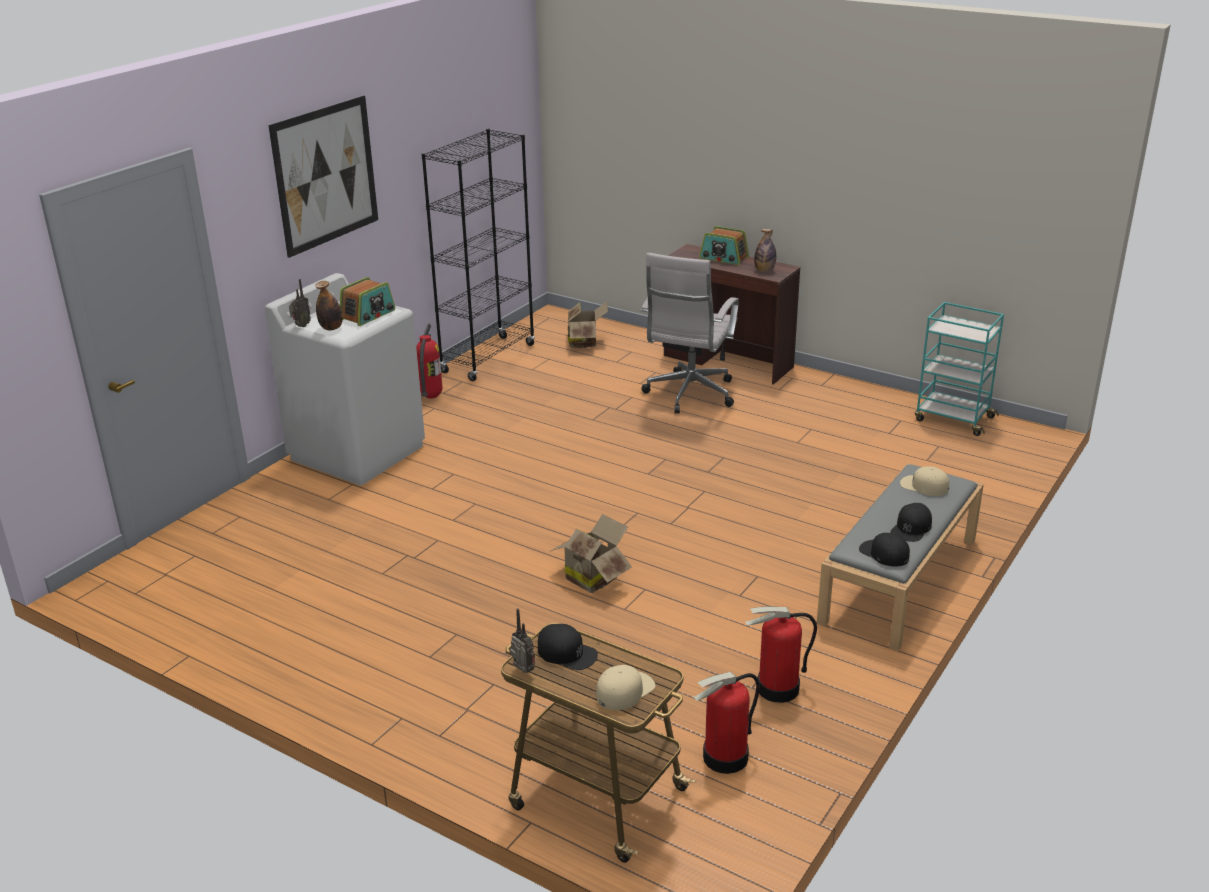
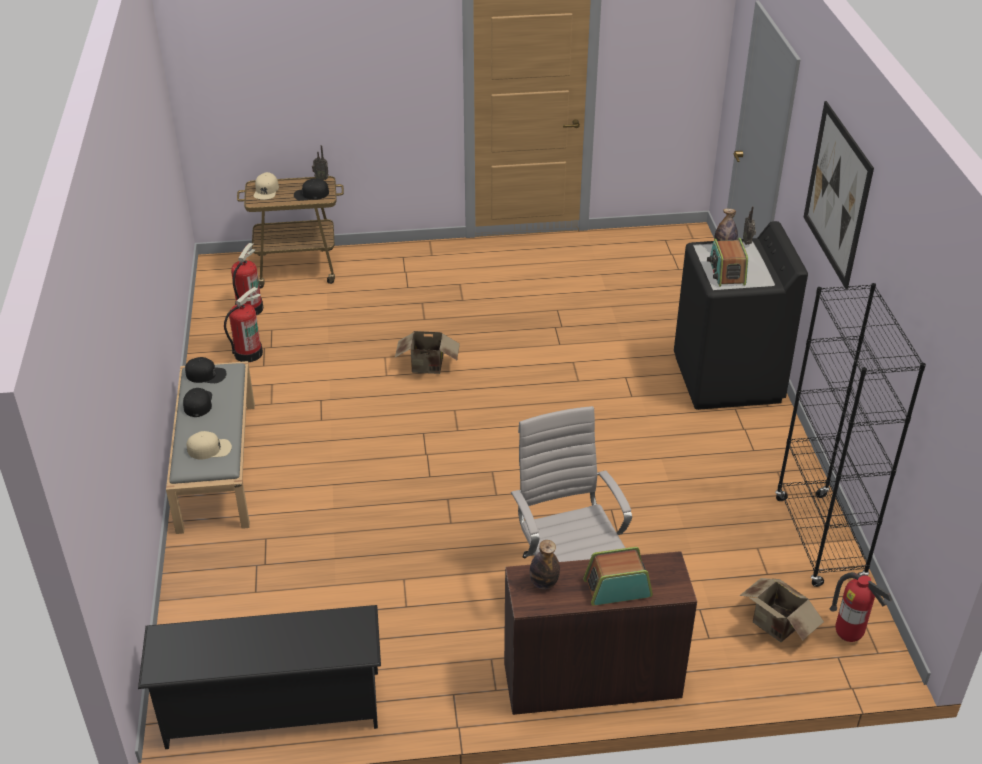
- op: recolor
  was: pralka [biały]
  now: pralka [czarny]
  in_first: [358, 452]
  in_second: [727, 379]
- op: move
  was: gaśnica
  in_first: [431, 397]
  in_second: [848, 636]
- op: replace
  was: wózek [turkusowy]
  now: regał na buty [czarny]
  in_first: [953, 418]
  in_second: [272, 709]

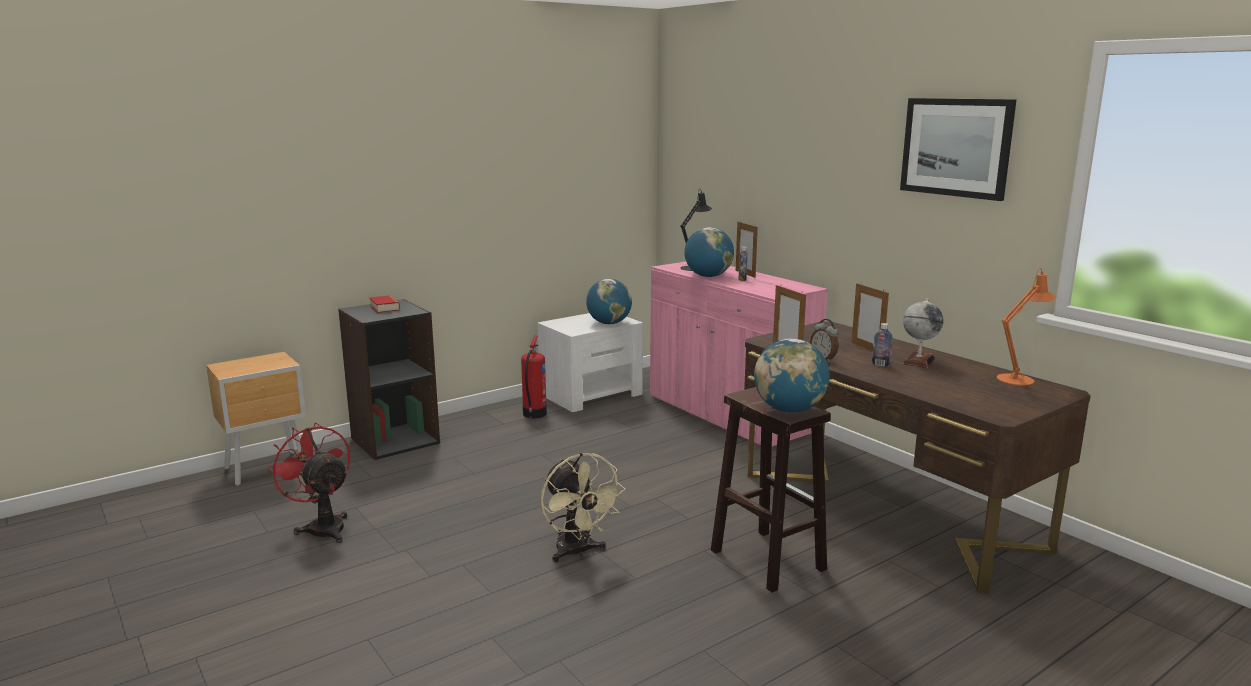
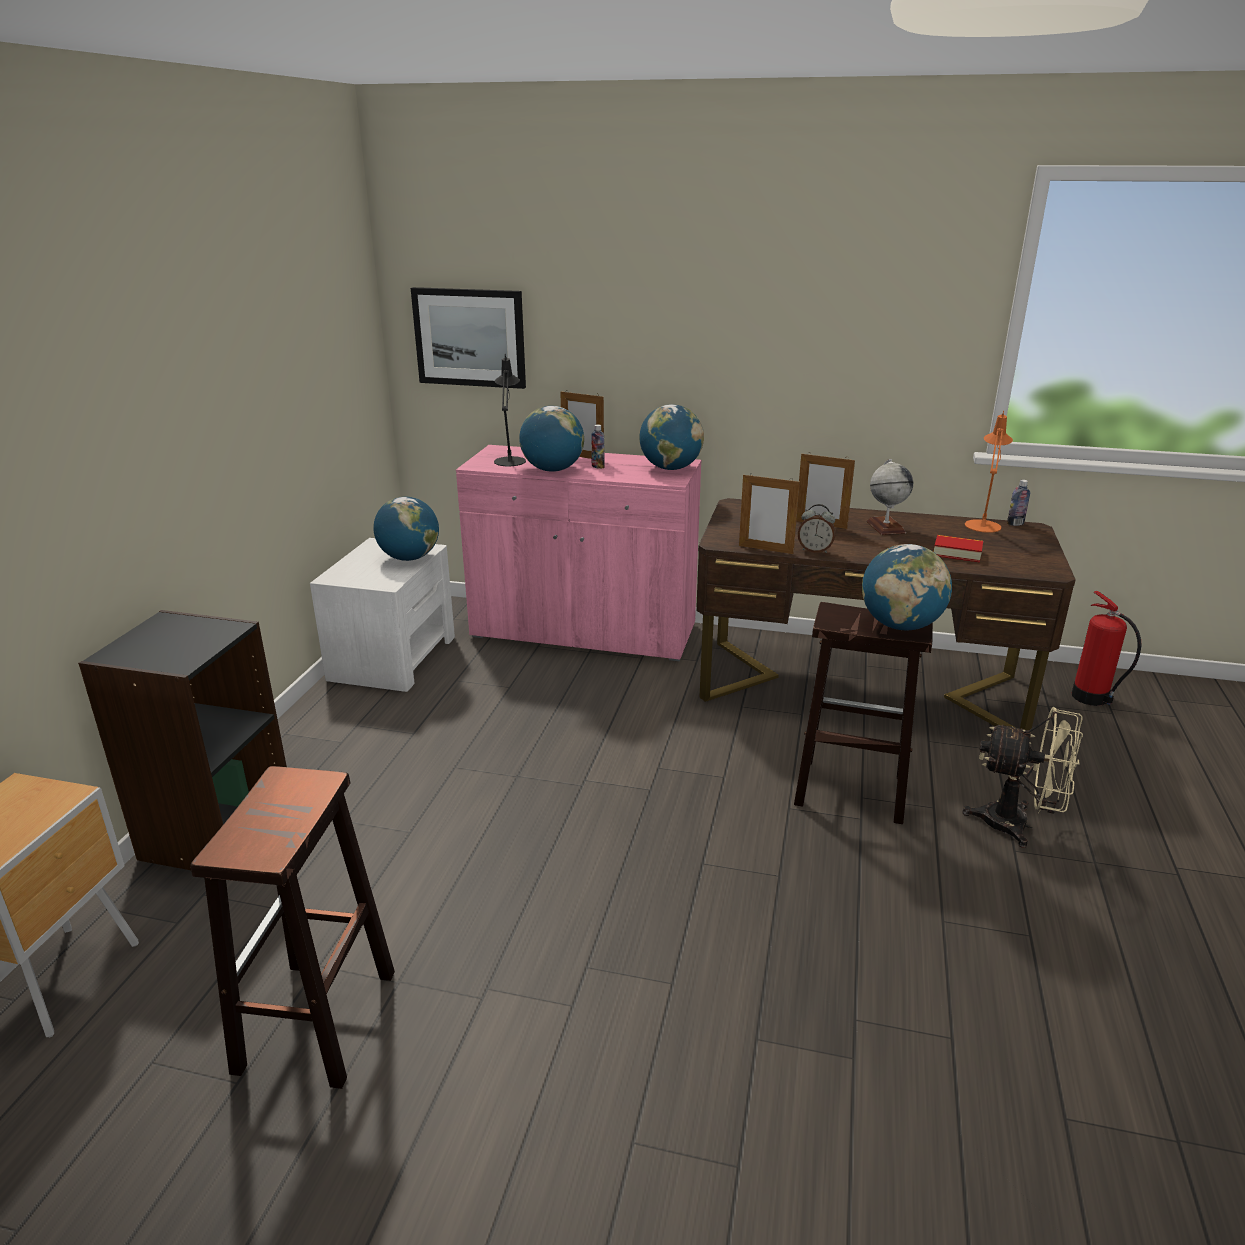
- op: replace
  was: wentylator [czerwony]
  now: stołek [brązowy]
  in_first: [322, 527]
  in_second: [316, 1023]
- op: move
  was: książka
  in_first: [385, 308]
  in_second: [957, 553]
- op: move
  was: gaśnica
  in_first: [533, 414]
  in_second: [1091, 698]
- op: move
  was: wentylator [beżowy]
  in_first: [577, 552]
  in_second: [1017, 825]
- op: move
  was: butelka
  in_first: [880, 365]
  in_second: [1015, 524]
- op: move
  was: obraz
  in_first: [956, 147]
  in_second: [470, 337]
- op: insert
  now: globus
  in_second: [670, 468]

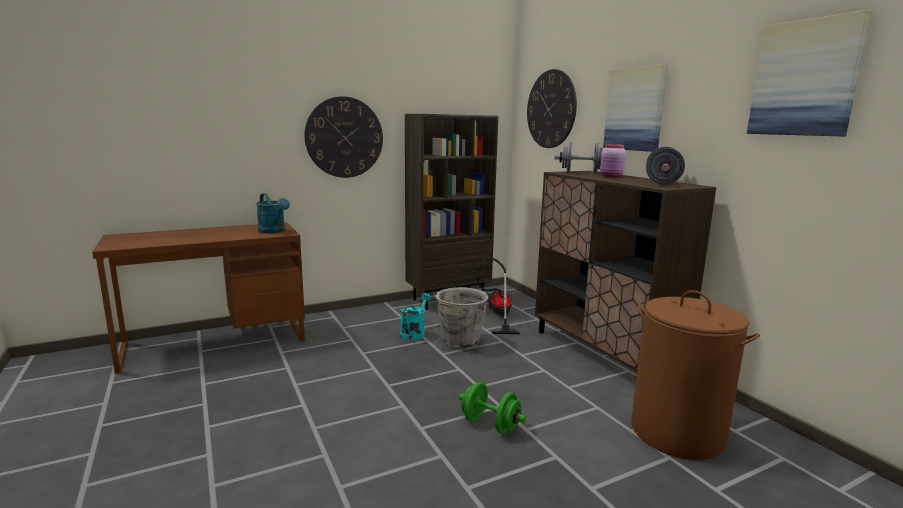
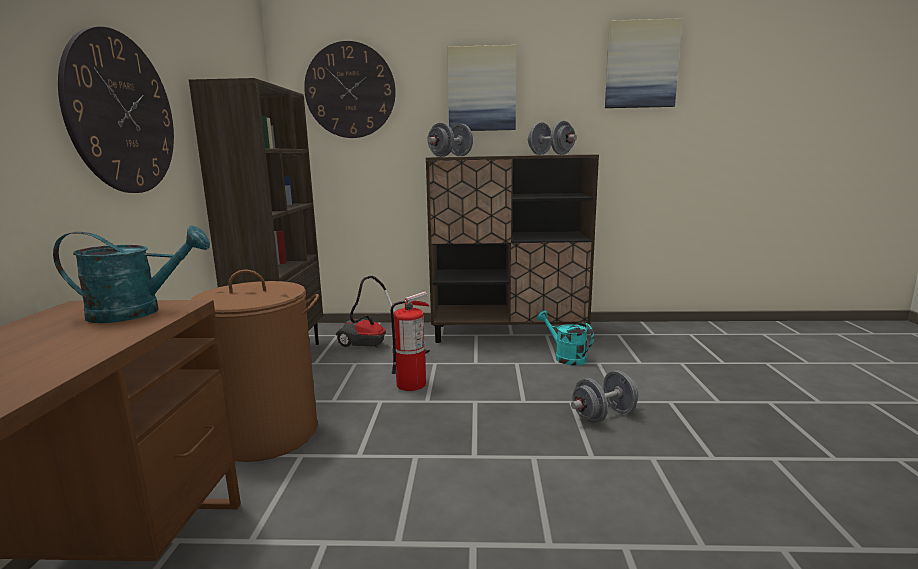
- op: move
  was: konewka [turkusowy]
  in_first: [414, 333]
  in_second: [565, 357]
- op: replace
  was: wiadro [szary]
  now: gaśnica
  in_first: [460, 343]
  in_second: [411, 384]
- op: recolor
  was: hantel [zielony]
  now: hantel [szary]
  in_first: [490, 424]
  in_second: [604, 415]
- op: delete
  was: słoik [różowy]
  in_first: [611, 176]
- op: move
  was: kosz na pranie [brązowy]
  in_first: [677, 433]
  in_second: [267, 433]

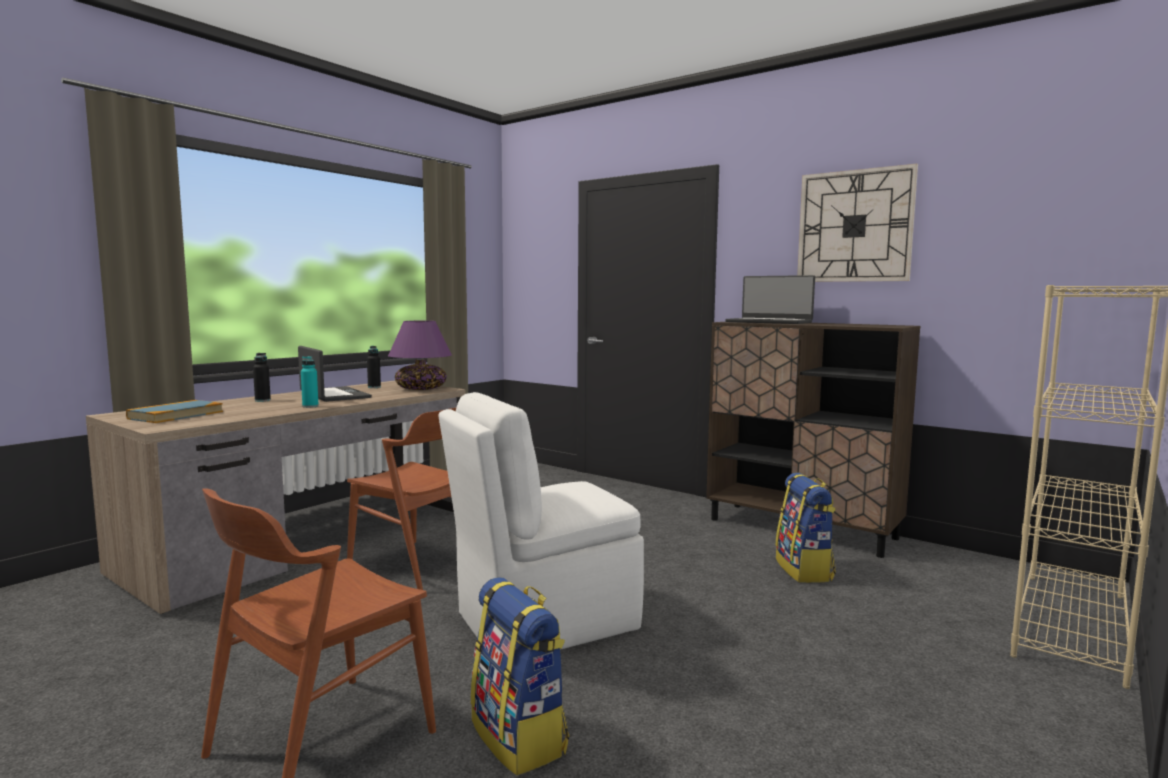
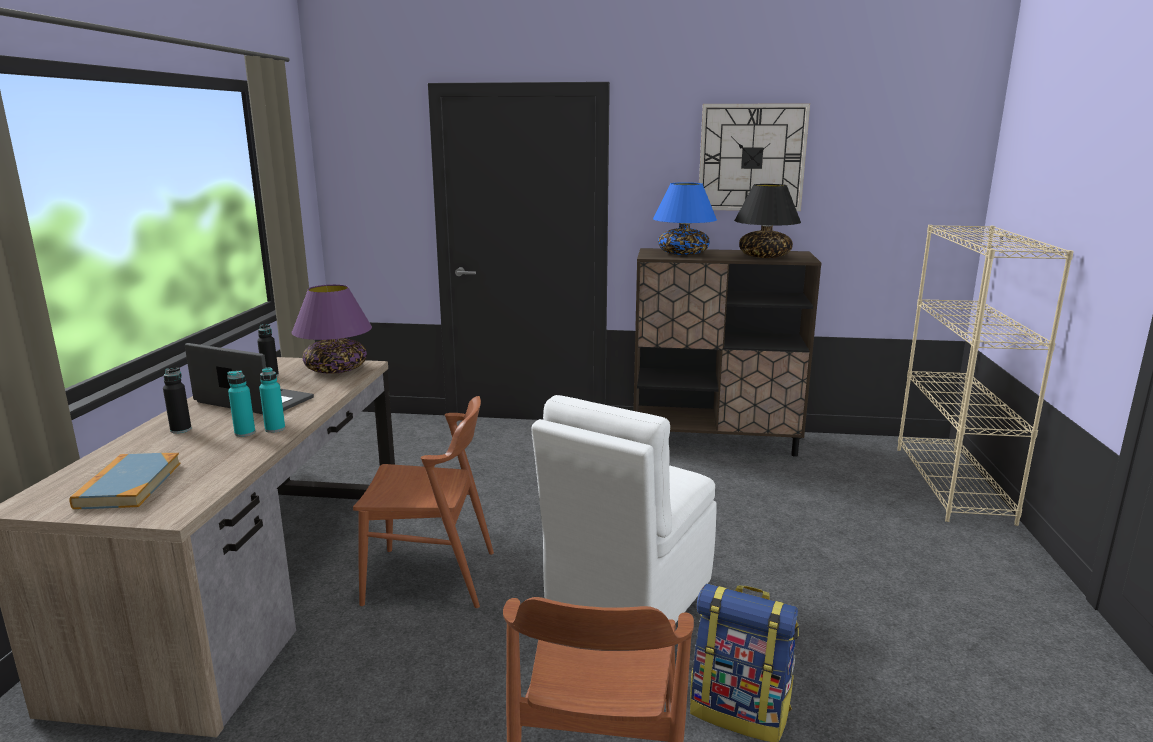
- op: replace
  was: laptop
  now: lampa stołowa [niebieski]
  in_first: [769, 322]
  in_second: [683, 253]
- op: delete
  was: plecak
  in_first: [805, 570]
- op: insert
  now: butelka [turkusowy]
  in_second: [245, 433]
- op: insert
  now: lampa stołowa [czarny]
  in_second: [765, 256]

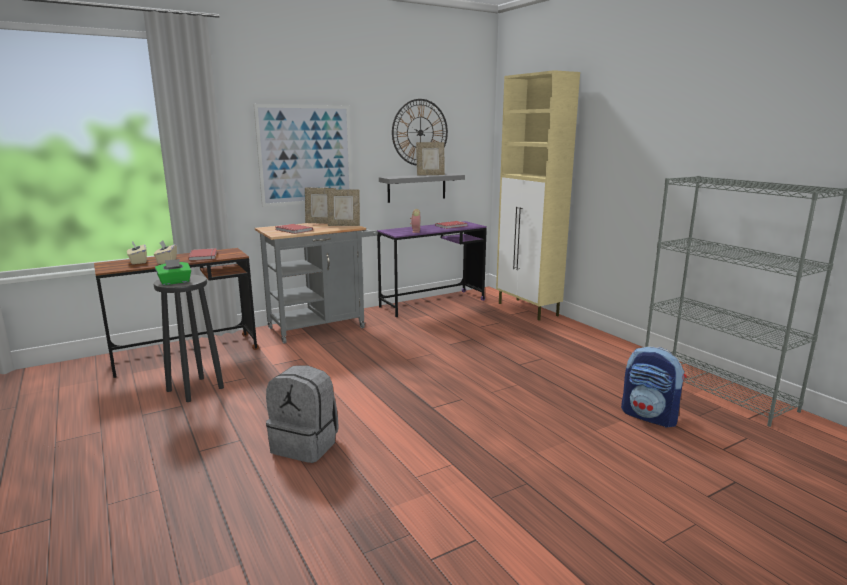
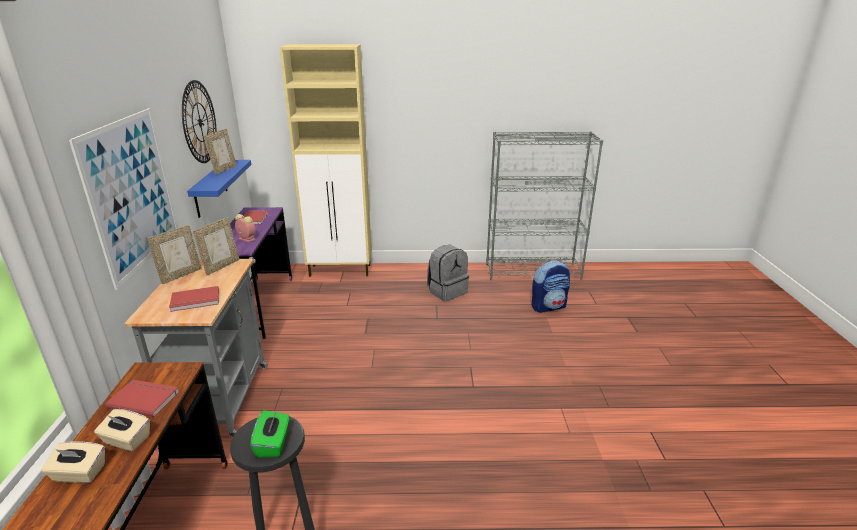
- op: move
  was: plecak [szary]
  in_first: [306, 445]
  in_second: [447, 291]
- op: recolor
  was: półka [szary]
  now: półka [niebieski]
  in_first: [416, 187]
  in_second: [210, 188]

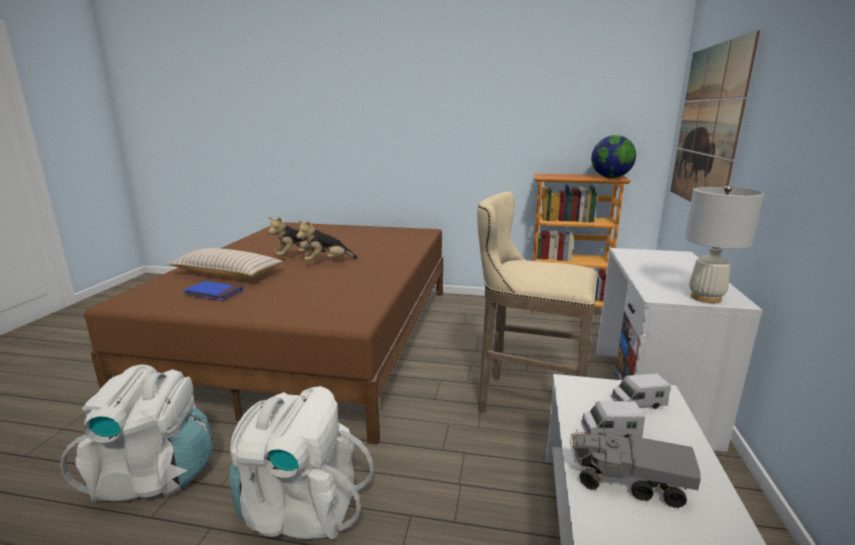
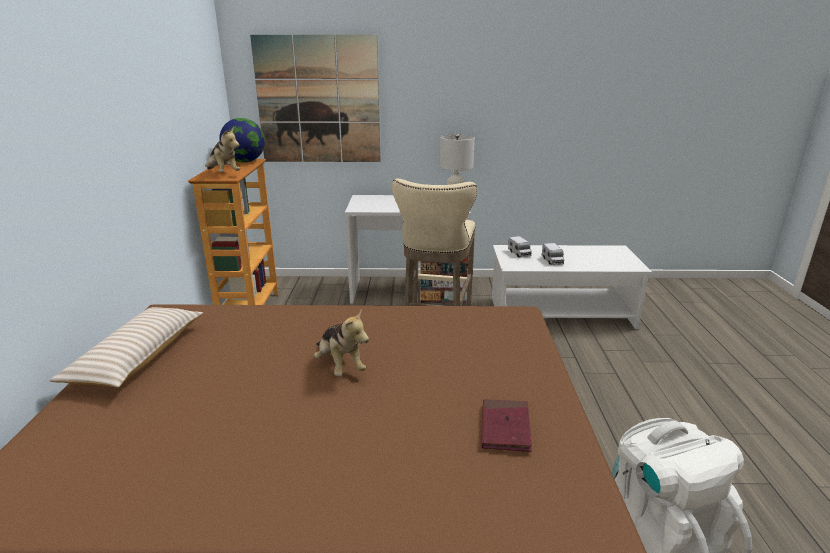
- op: move
  was: poduszka [beżowy]
  in_first: [227, 274]
  in_second: [138, 357]
- op: recolor
  was: książka [niebieski]
  now: książka [czerwony]
  in_first: [213, 293]
  in_second: [505, 428]
- op: delete
  was: plecak [biały]
  in_first: [300, 509]
- op: move
  was: pluszak
  in_first: [297, 257]
  in_second: [223, 174]
- op: delete
  was: ciężarówka zabawkowa
  in_first: [629, 482]

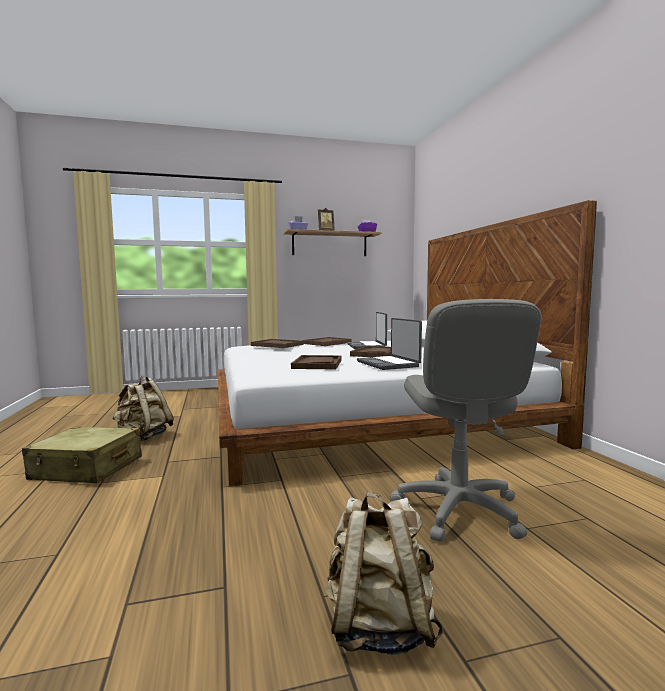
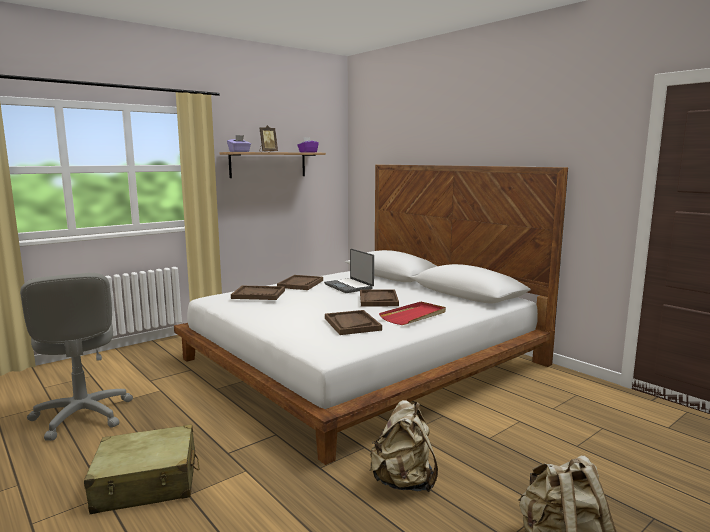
- op: move
  was: plecak [beżowy]
  in_first: [143, 437]
  in_second: [403, 482]
- op: replace
  was: laptop
  now: taca [czerwony]
  in_first: [389, 364]
  in_second: [414, 316]
- op: move
  was: krzesło biurowe [szary]
  in_first: [458, 510]
  in_second: [82, 416]

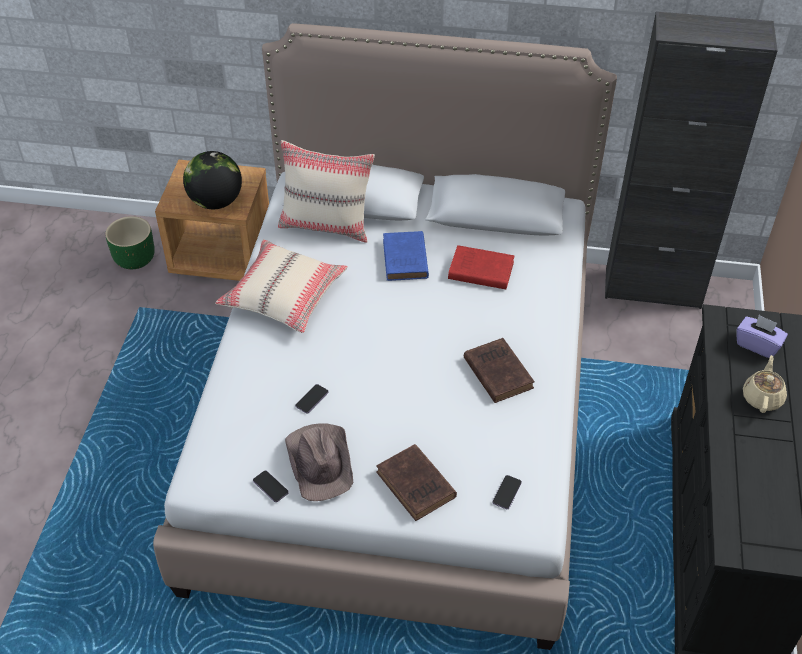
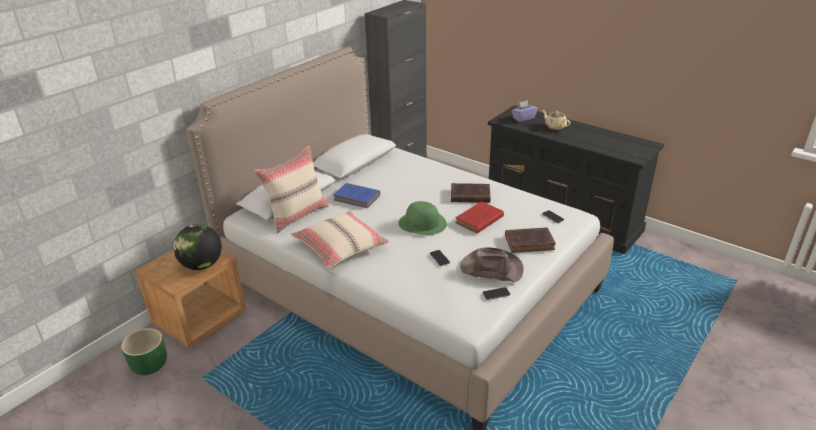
- op: move
  was: książka [czerwony]
  in_first: [479, 270]
  in_second: [478, 220]
- op: insert
  now: kapelusz [zielony]
  in_second: [422, 223]

